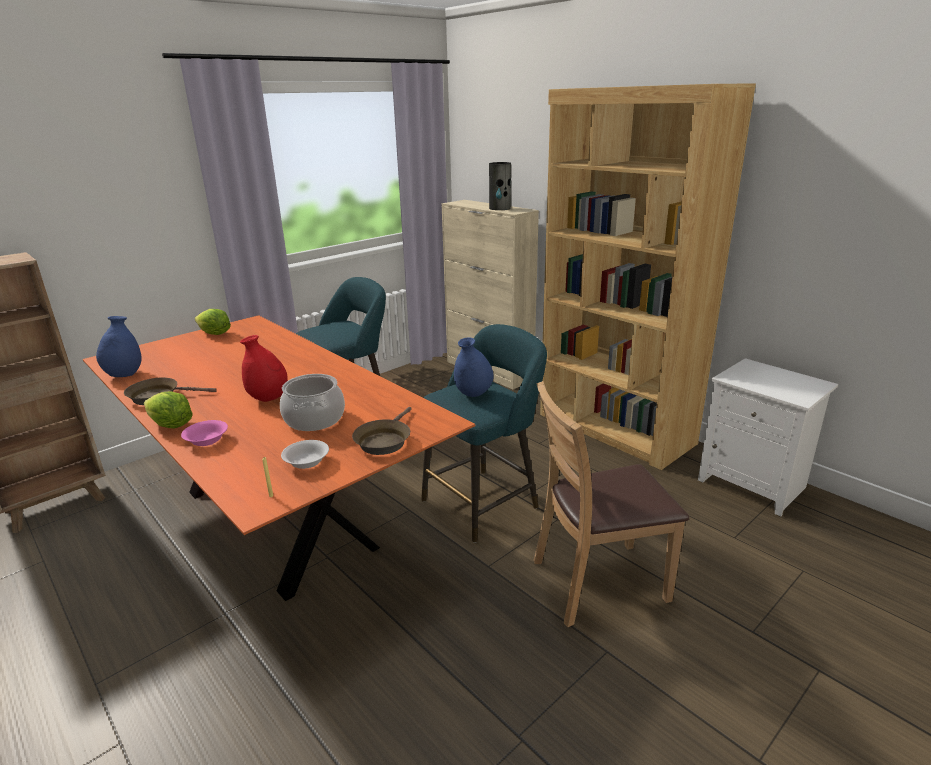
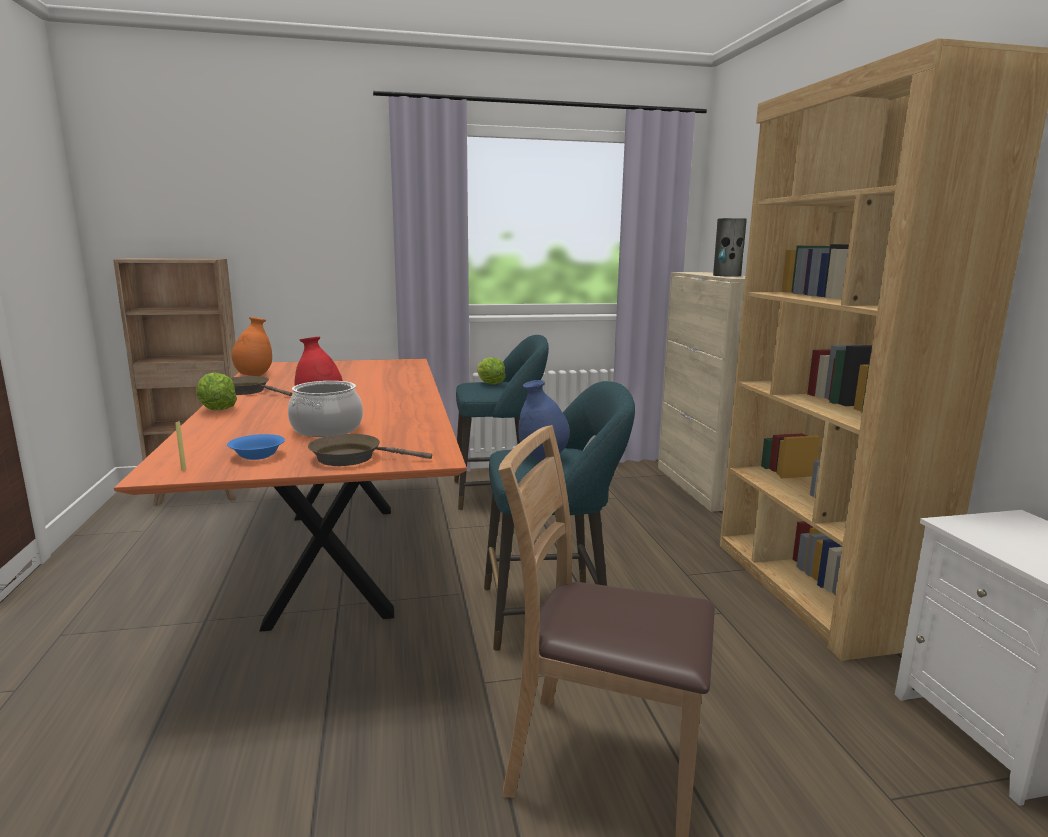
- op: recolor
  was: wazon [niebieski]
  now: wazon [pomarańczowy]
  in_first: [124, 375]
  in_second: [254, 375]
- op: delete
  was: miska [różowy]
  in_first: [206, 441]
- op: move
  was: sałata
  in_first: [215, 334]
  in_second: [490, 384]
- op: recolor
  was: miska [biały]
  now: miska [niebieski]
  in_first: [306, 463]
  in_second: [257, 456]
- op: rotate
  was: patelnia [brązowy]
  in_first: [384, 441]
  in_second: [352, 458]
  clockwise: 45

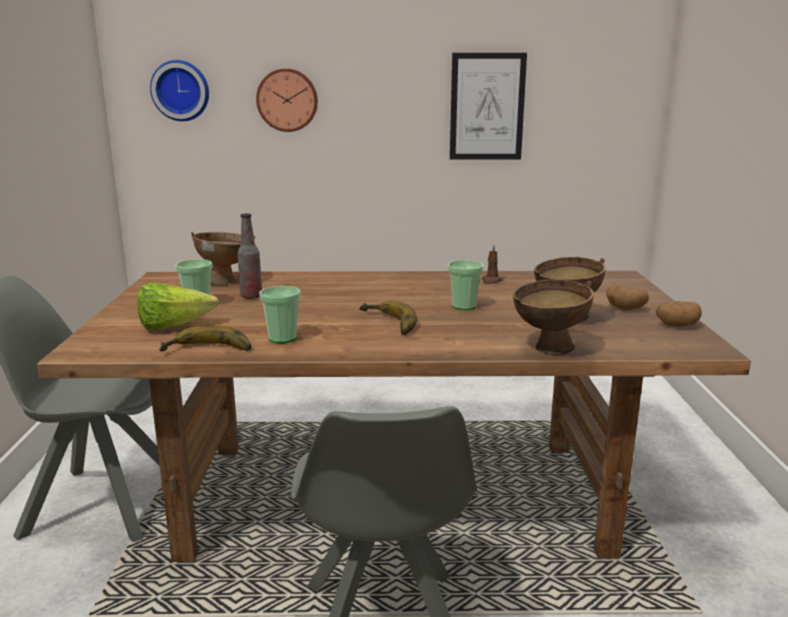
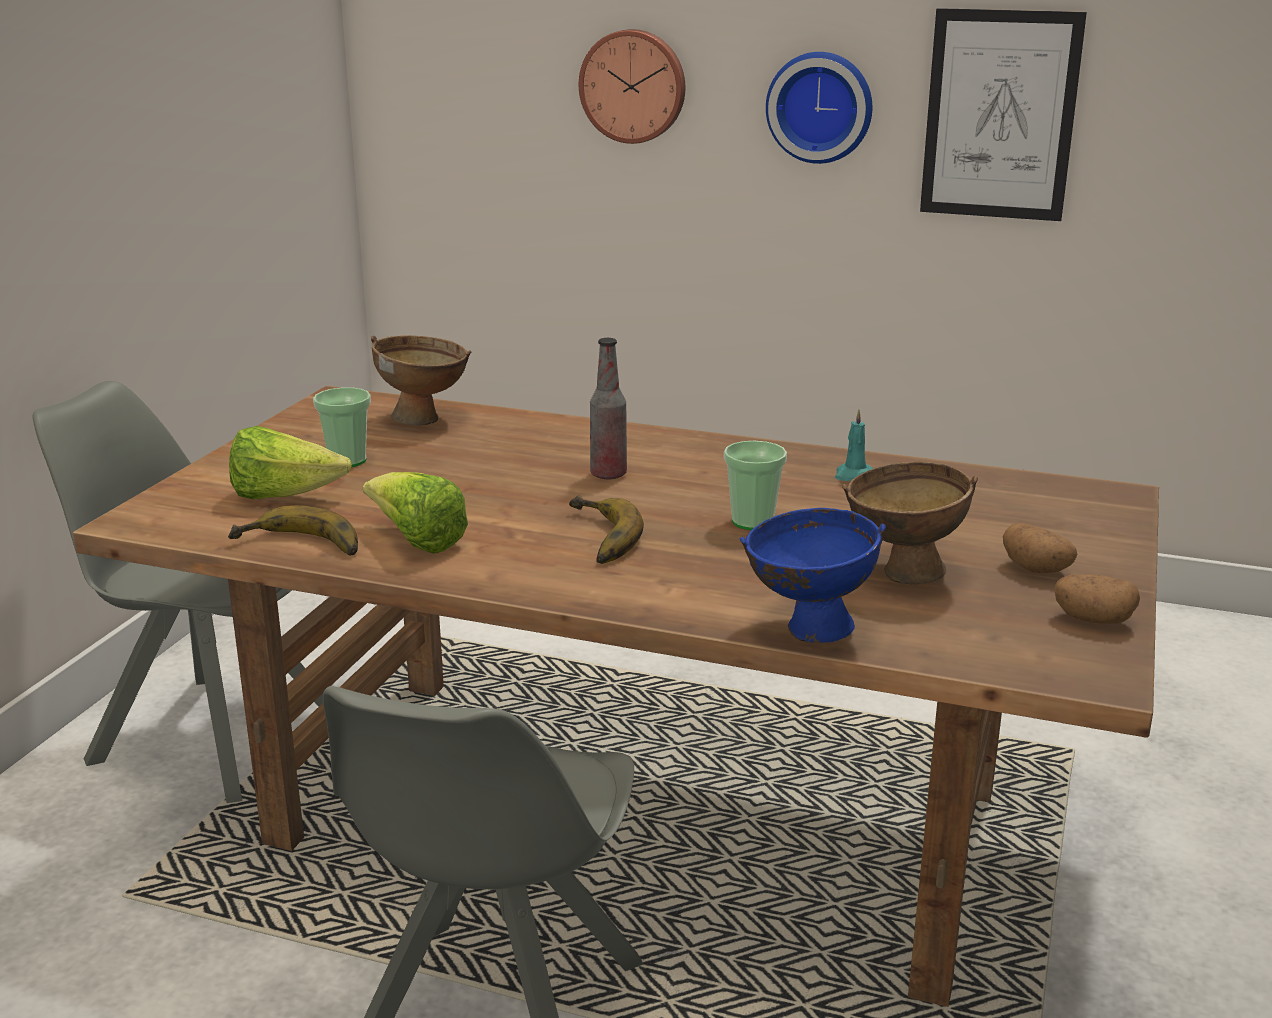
- op: move
  was: zegar ścienny
  in_first: [181, 90]
  in_second: [820, 107]
- op: move
  was: butelka
  in_first: [251, 296]
  in_second: [608, 474]
- op: replace
  was: filiżanka
  now: sałata
  in_first: [282, 338]
  in_second: [417, 541]
- op: recolor
  was: świeca [brązowy]
  now: świeca [turkusowy]
  in_first: [491, 281]
  in_second: [853, 475]
- op: recolor
  was: miska [brązowy]
  now: miska [niebieski]
  in_first: [547, 349]
  in_second: [805, 629]

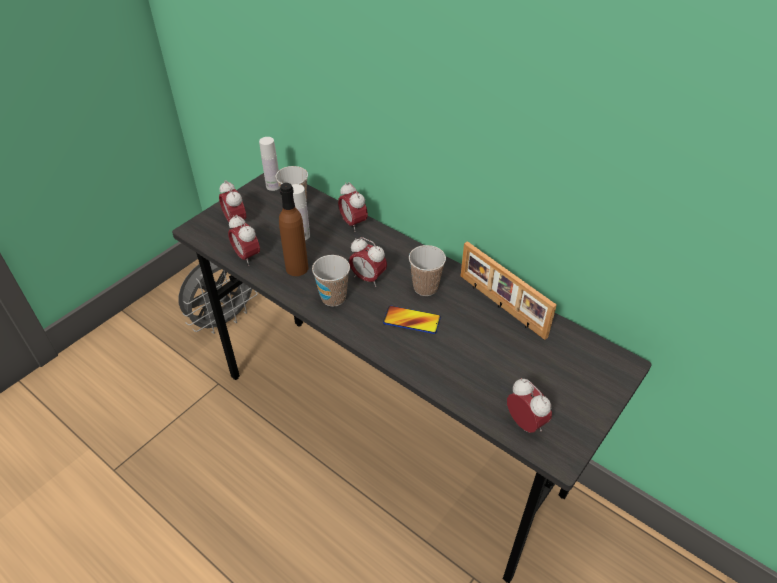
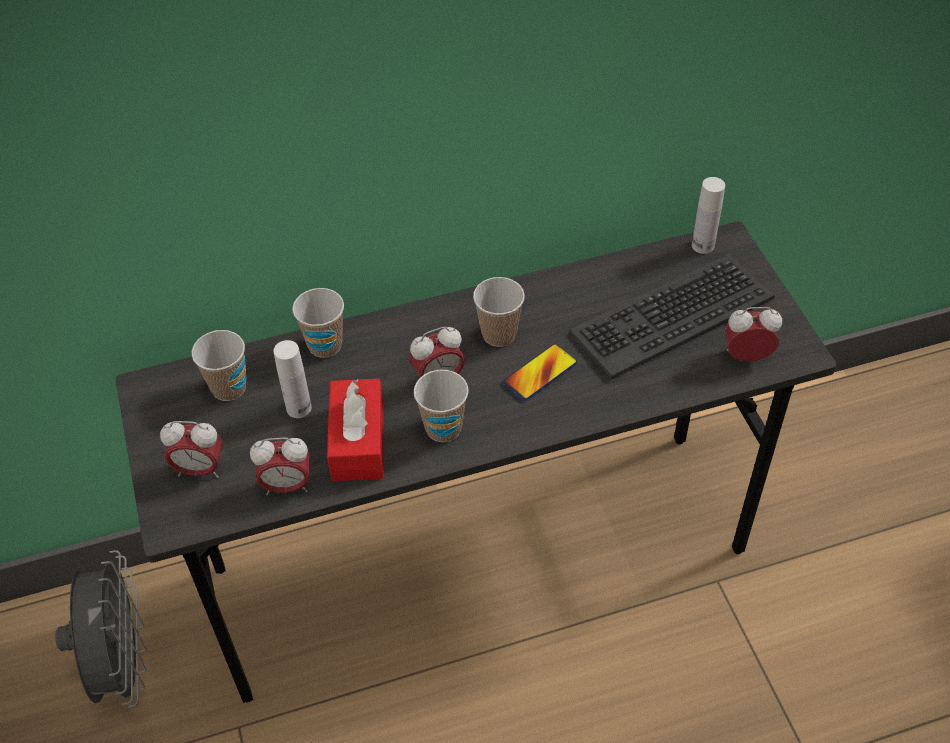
- op: move
  was: butelka [biały]
  in_first: [273, 186]
  in_second: [703, 245]
- op: replace
  was: butelka [brązowy]
  now: pudełko chusteczek [czerwony]
  in_first: [297, 268]
  in_second: [358, 441]
- op: replace
  was: budzik
  now: filiżanka
  in_first: [353, 223]
  in_second: [325, 345]
- op: delete
  was: ramka na zdjęcie
  in_first: [501, 306]
- op: insert
  now: klawiatura
  in_second: [671, 315]

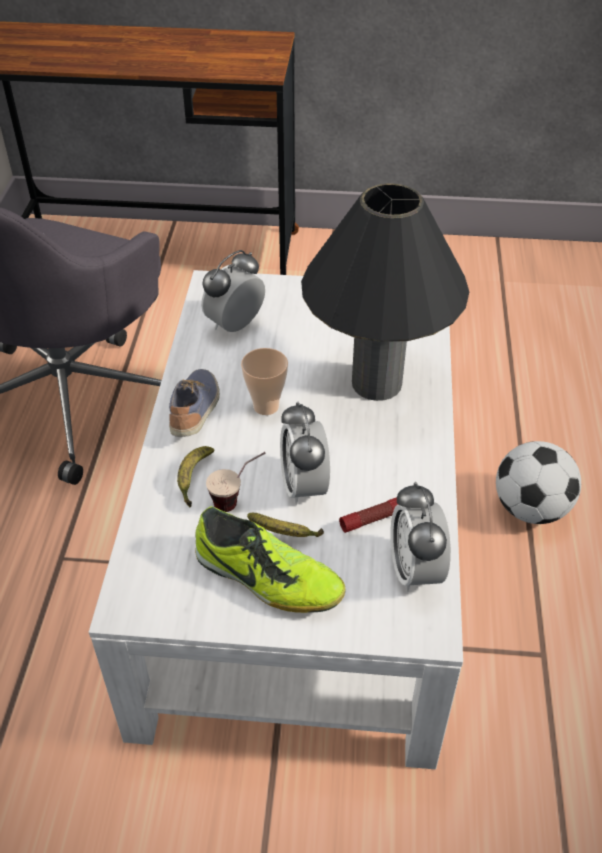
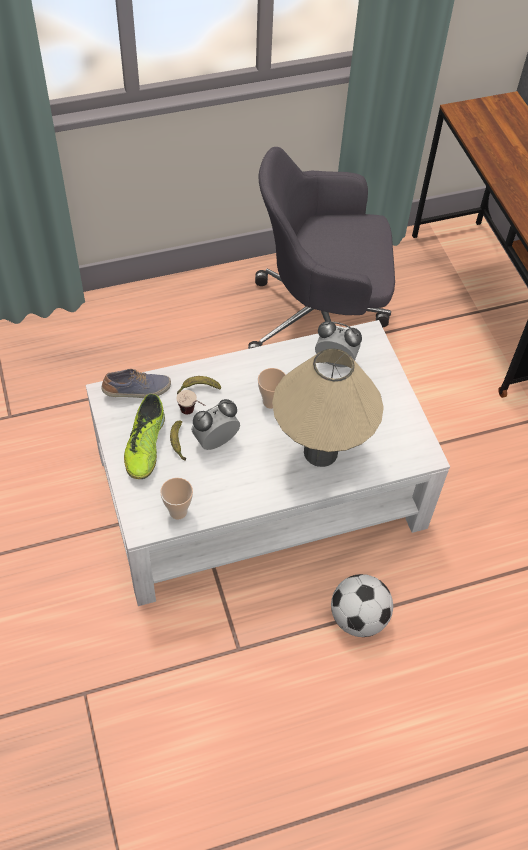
- op: move
  was: but
  in_first: [196, 412]
  in_second: [137, 391]
- op: recolor
  was: lampa stołowa [czarny]
  now: lampa stołowa [beżowy]
  in_first: [376, 383]
  in_second: [320, 452]
- op: delete
  was: latarka
  in_first: [371, 519]
- op: replace
  was: budzik
  now: filiżanka
  in_first: [415, 570]
  in_second: [178, 511]

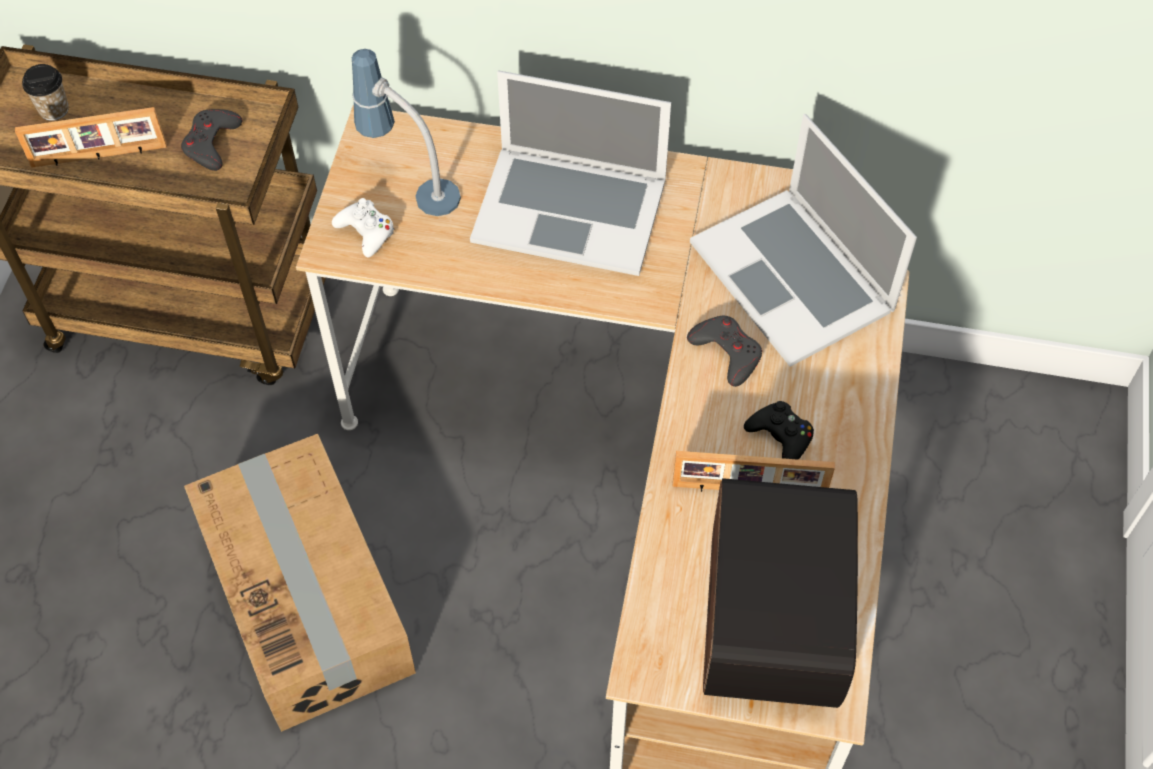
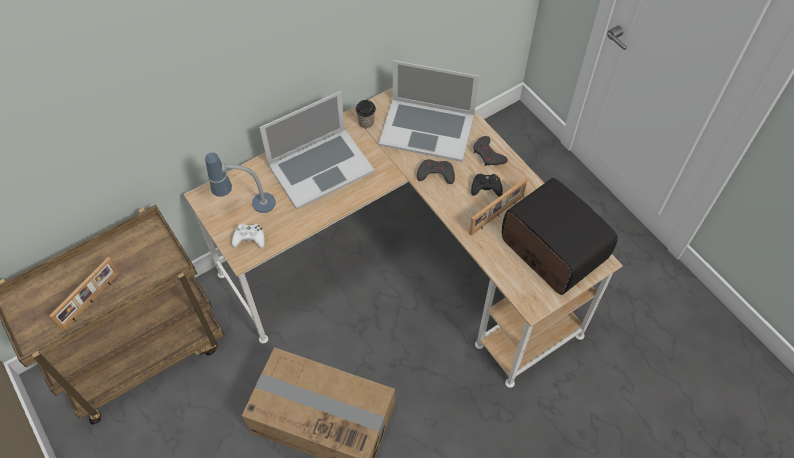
- op: move
  was: filiżanka
  in_first: [54, 109]
  in_second: [366, 122]
- op: move
  was: pad do gier [szary]
  in_first: [211, 143]
  in_second: [488, 154]

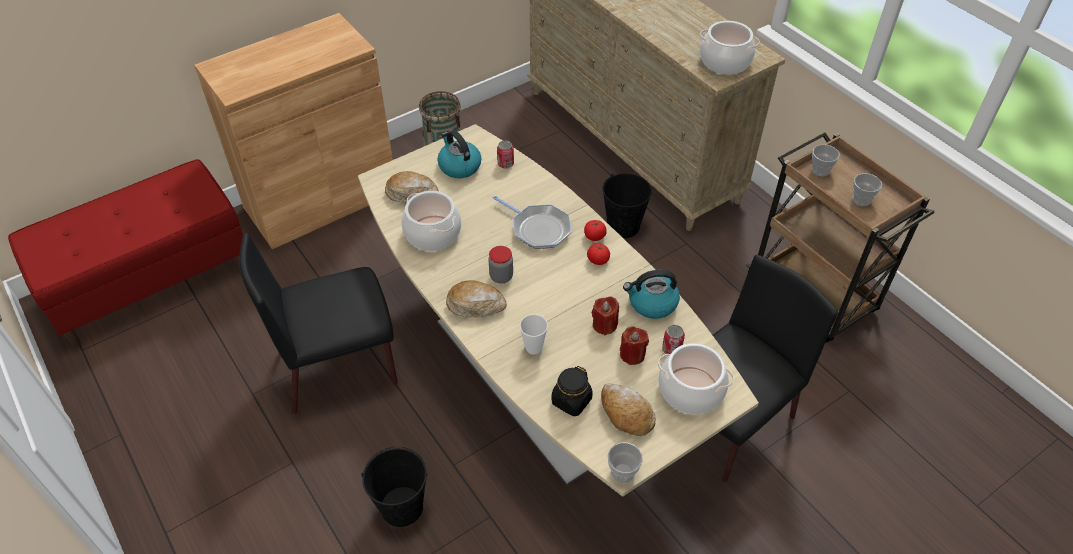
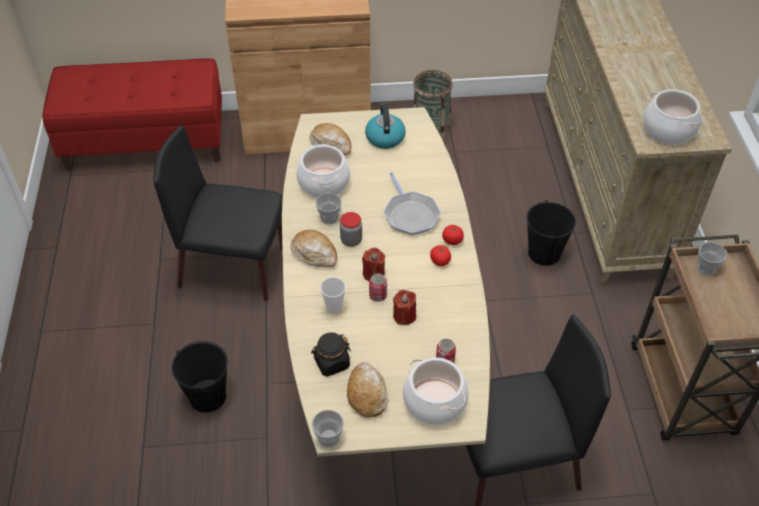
- op: move
  was: puszka
  in_first: [505, 164]
  in_second: [378, 295]
- op: move
  was: świeca [czerwony]
  in_first: [632, 354]
  in_second: [373, 273]
- op: delete
  was: czajnik
  in_first: [651, 303]
- op: move
  was: filiżanka
  in_first: [861, 200]
  in_second: [329, 218]

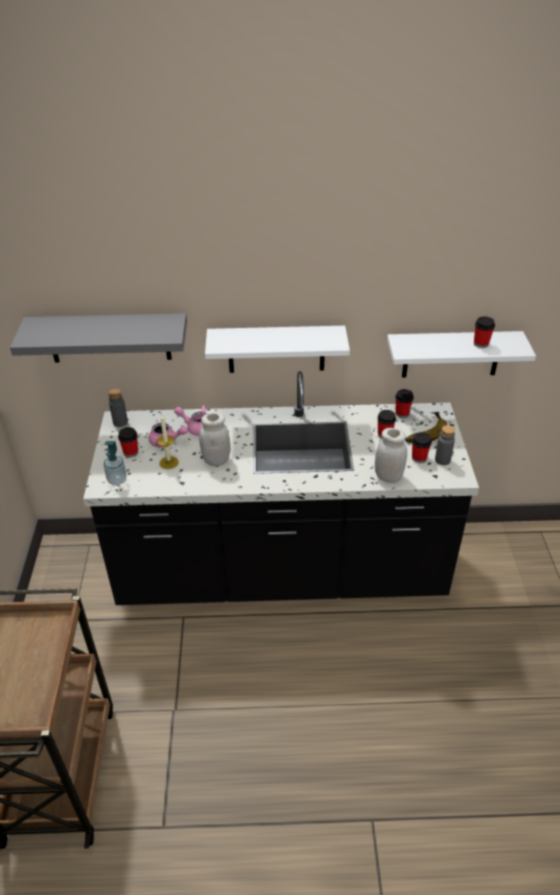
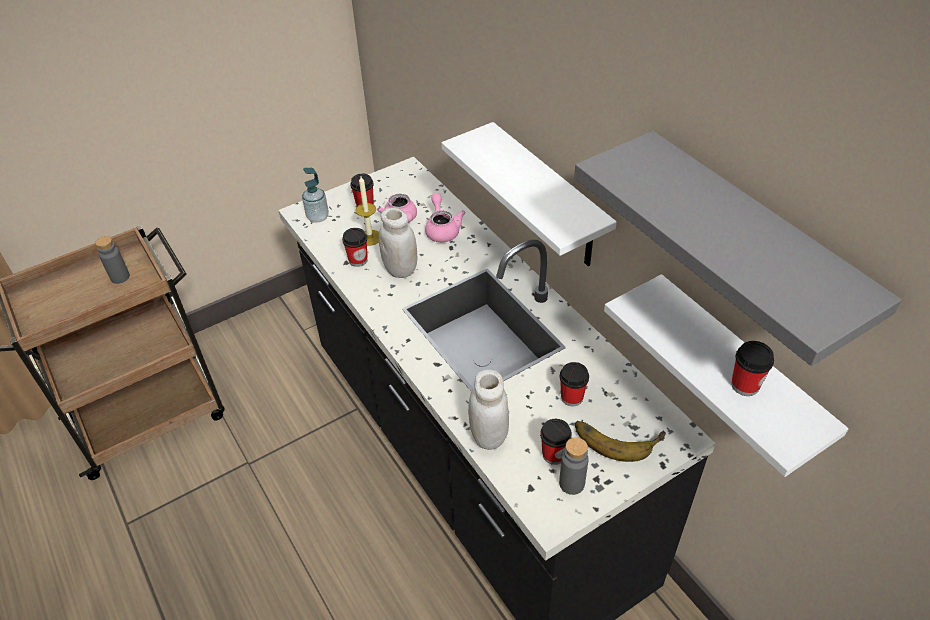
- op: move
  was: półka [szary]
  in_first: [109, 338]
  in_second: [750, 245]
- op: move
  was: butelka [szary]
  in_first: [120, 422]
  in_second: [120, 277]
- op: move
  was: filiżanka
  in_first: [402, 413]
  in_second: [358, 260]

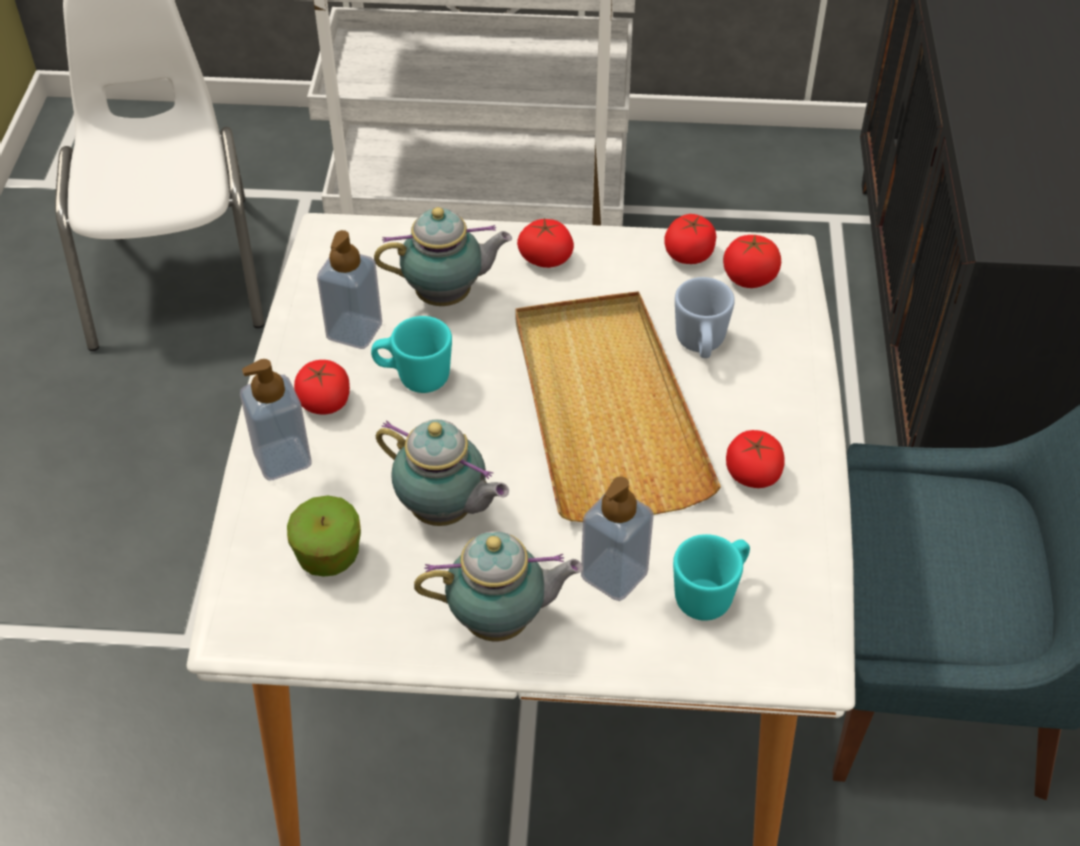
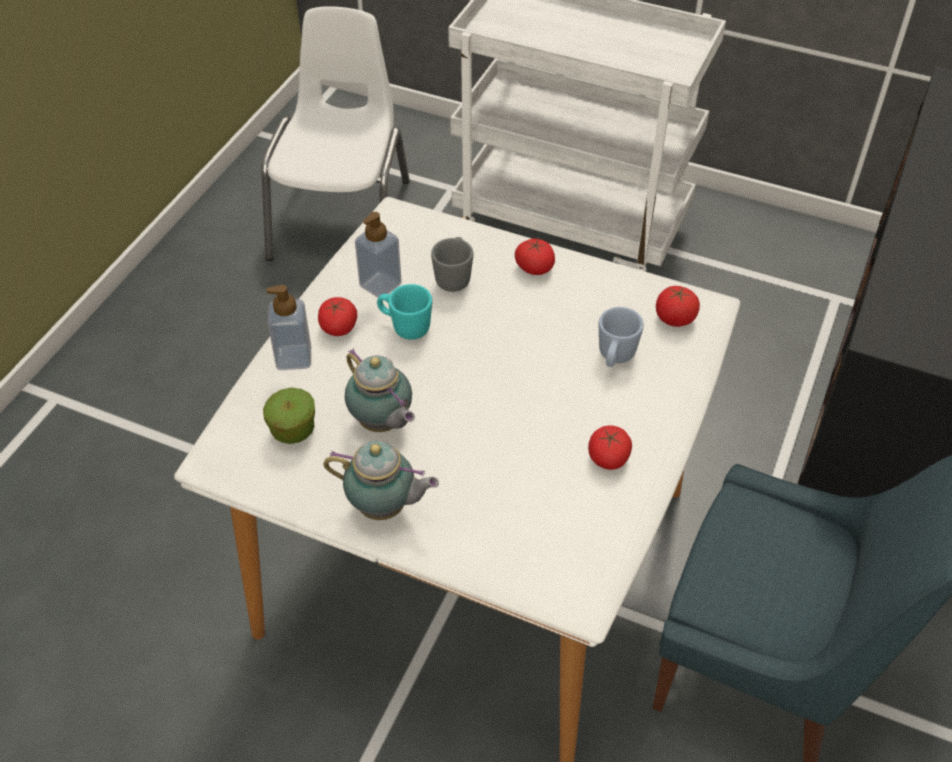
- op: replace
  was: imbryk
  now: kubek [szary]
  in_first: [448, 296]
  in_second: [454, 277]
- op: delete
  was: taca [beżowy]
  in_first: [605, 409]
- op: delete
  was: dozownik mydła
  in_first: [614, 575]
- op: delete
  was: pomidor
  in_first: [689, 253]
- op: delete
  was: kubek [turkusowy]
  in_first: [711, 594]

